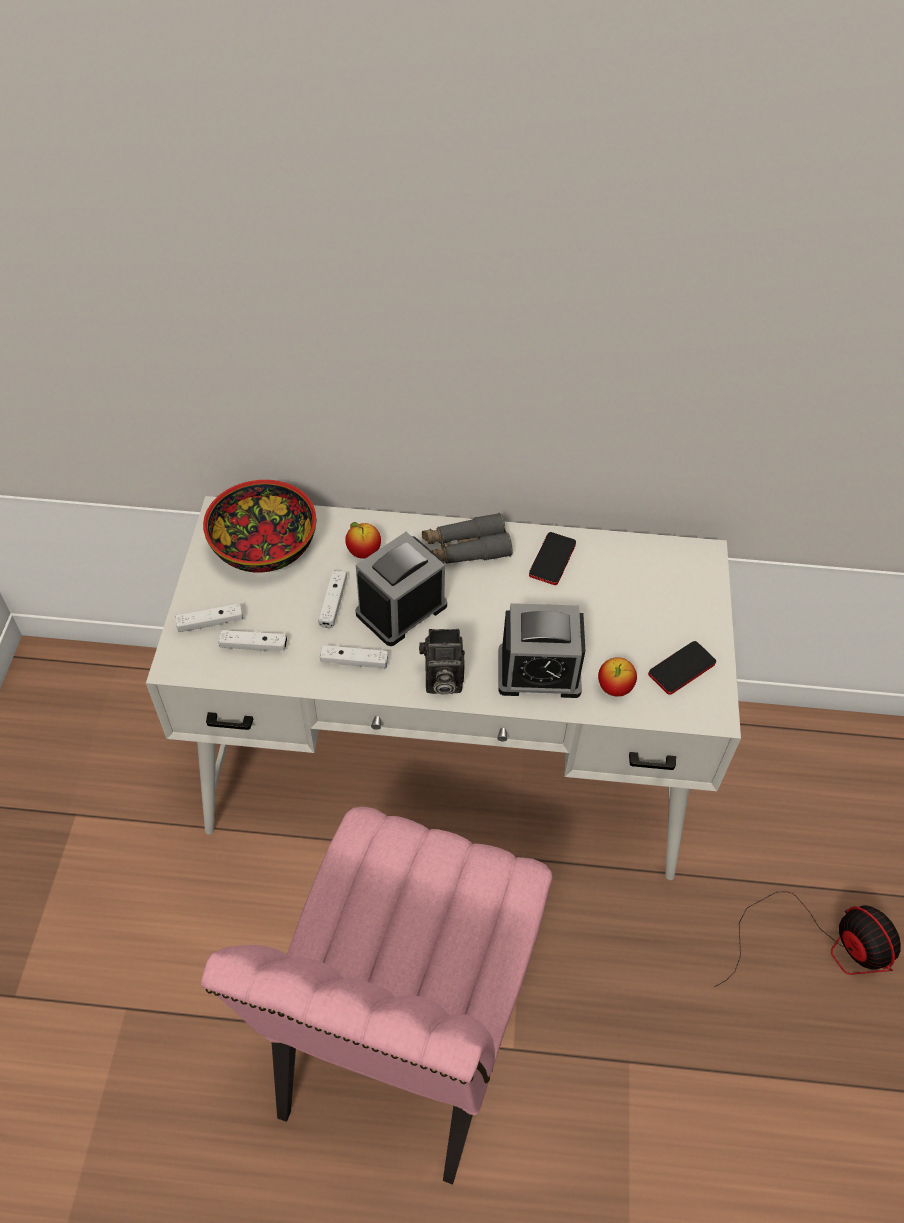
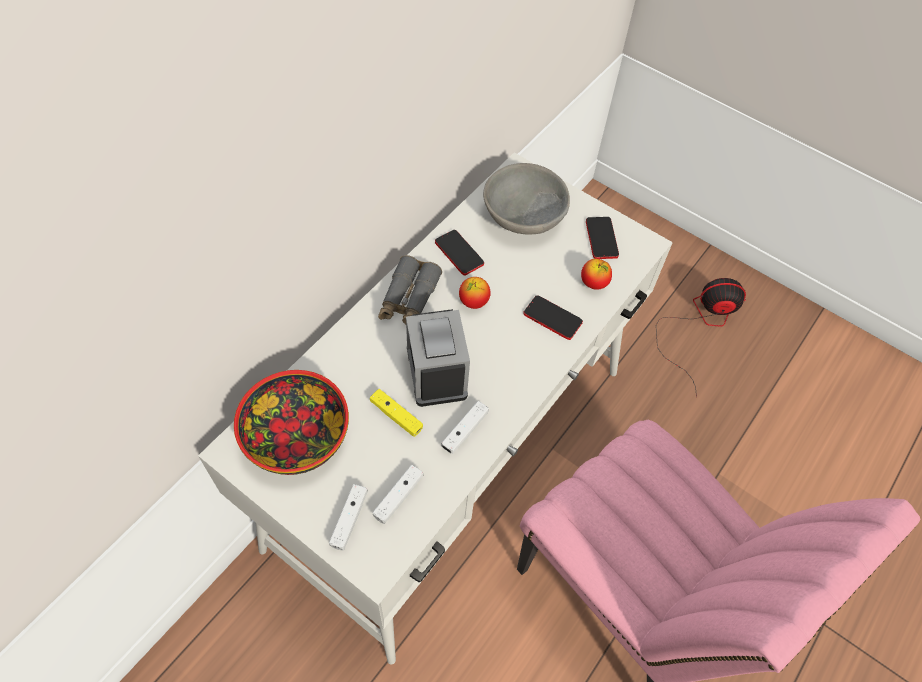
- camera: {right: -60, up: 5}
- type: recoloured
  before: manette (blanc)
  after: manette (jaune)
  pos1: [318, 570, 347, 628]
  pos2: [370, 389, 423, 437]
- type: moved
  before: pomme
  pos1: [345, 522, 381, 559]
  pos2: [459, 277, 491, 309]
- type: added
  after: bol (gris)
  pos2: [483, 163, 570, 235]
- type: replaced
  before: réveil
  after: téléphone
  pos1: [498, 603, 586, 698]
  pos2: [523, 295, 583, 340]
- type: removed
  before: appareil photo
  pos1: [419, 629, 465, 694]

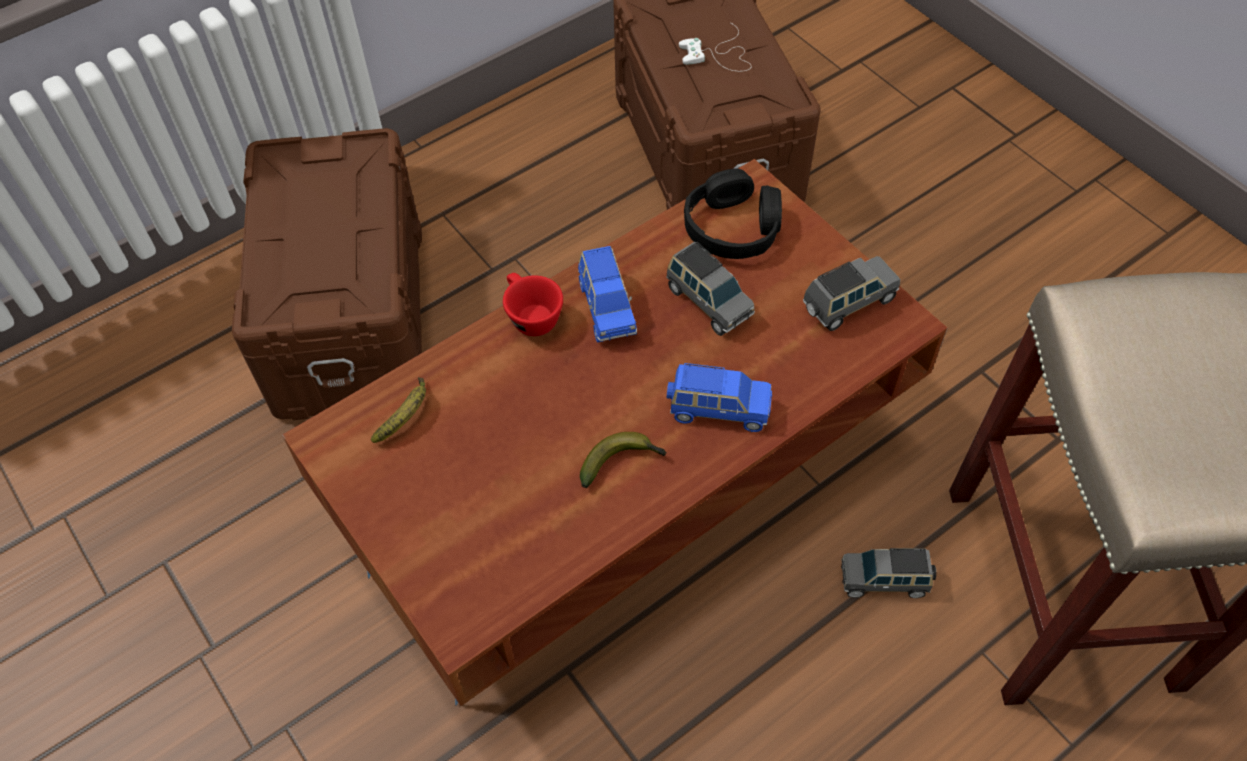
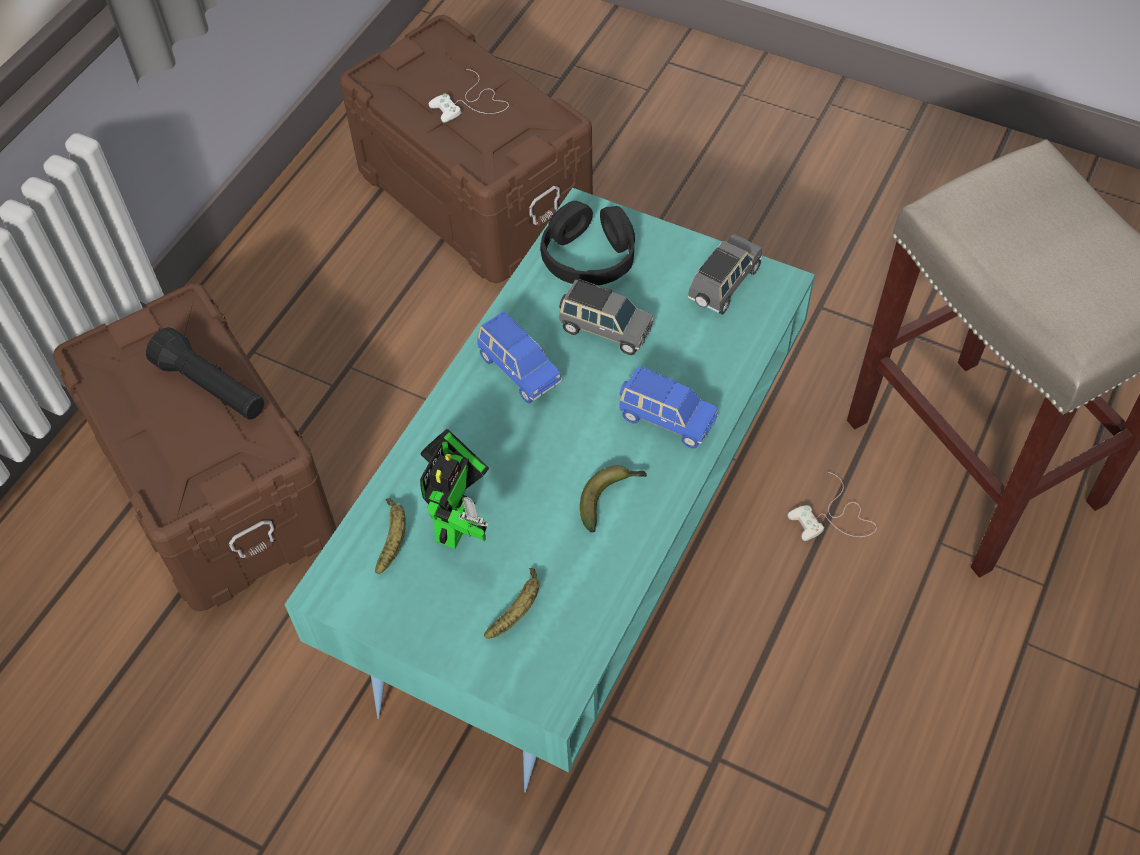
- camera: {right: -25, up: 0}
- type: added
  after: lampe de poche (noir)
  pos2: [146, 327, 264, 420]
- type: recoloured
  before: table basse (marron)
  after: table basse (turquoise)
  pos1: [282, 159, 947, 706]
  pos2: [284, 188, 815, 793]
- type: added
  after: robot jouet
  pos2: [420, 429, 489, 548]
- type: added
  after: banane
  pos2: [484, 568, 540, 639]
- type: turned
  before: petite voiture (bleu)
  pos1: [667, 363, 772, 432]
  pos2: [619, 366, 718, 448]
  turn: 45
- type: replaced
  before: petite voiture (gris)
  after: manette (blanc)
  pos1: [841, 548, 936, 598]
  pos2: [787, 472, 877, 541]
- type: removed
  before: tasse (rouge)
  pos1: [503, 273, 563, 336]

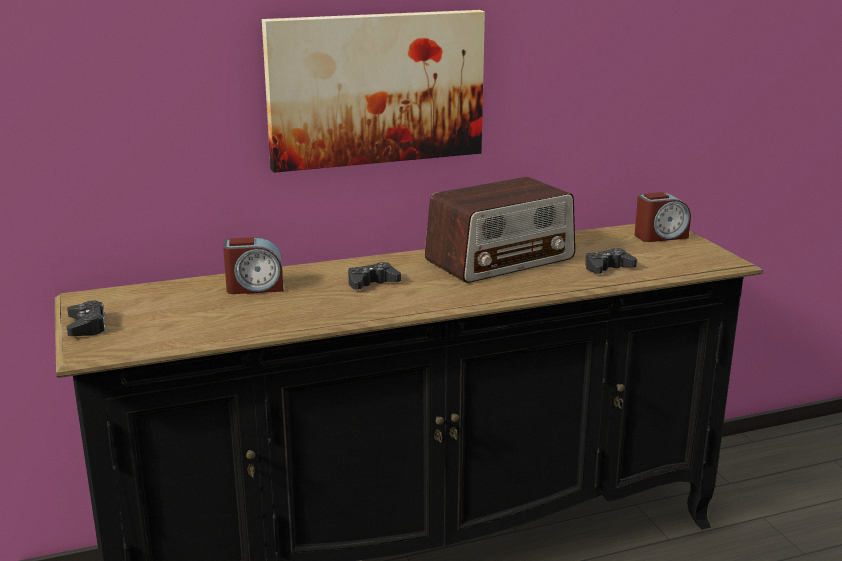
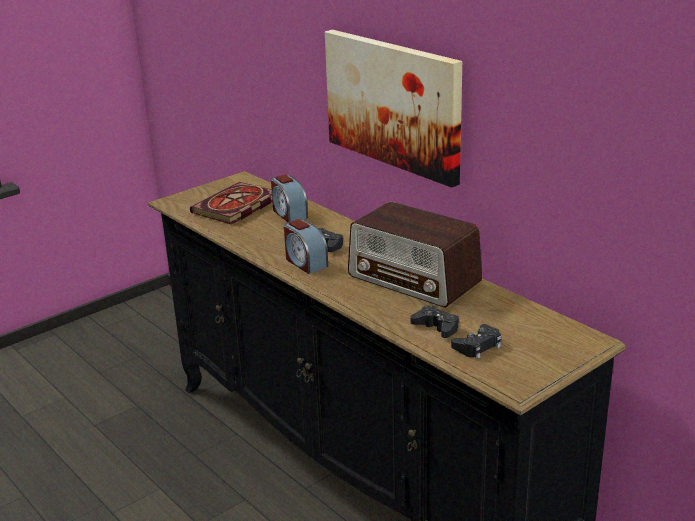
- camera: {right: 70, up: 5}
- type: added
  after: livre
  pos2: [190, 182, 272, 224]
- type: moved
  before: réveil
  pos1: [635, 192, 691, 242]
  pos2: [284, 219, 328, 274]
- type: moved
  before: manette (noir)
  pos1: [66, 301, 107, 336]
  pos2: [451, 324, 501, 359]

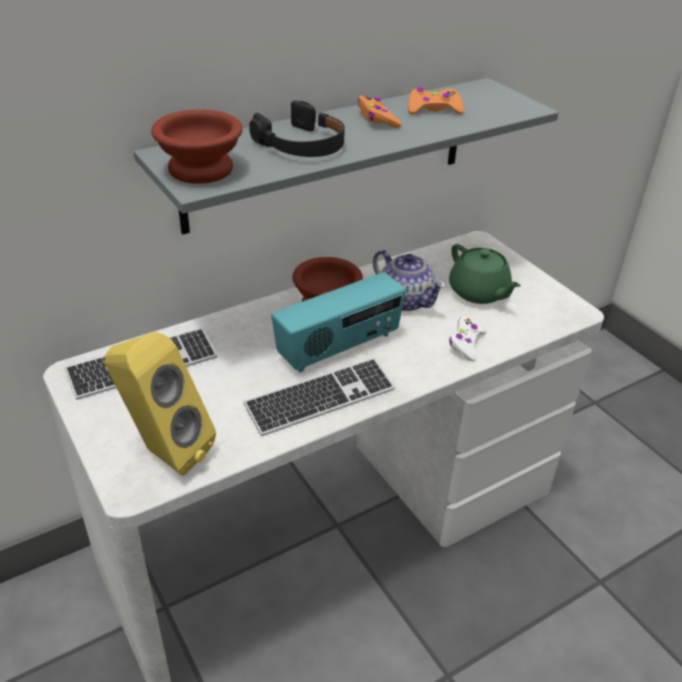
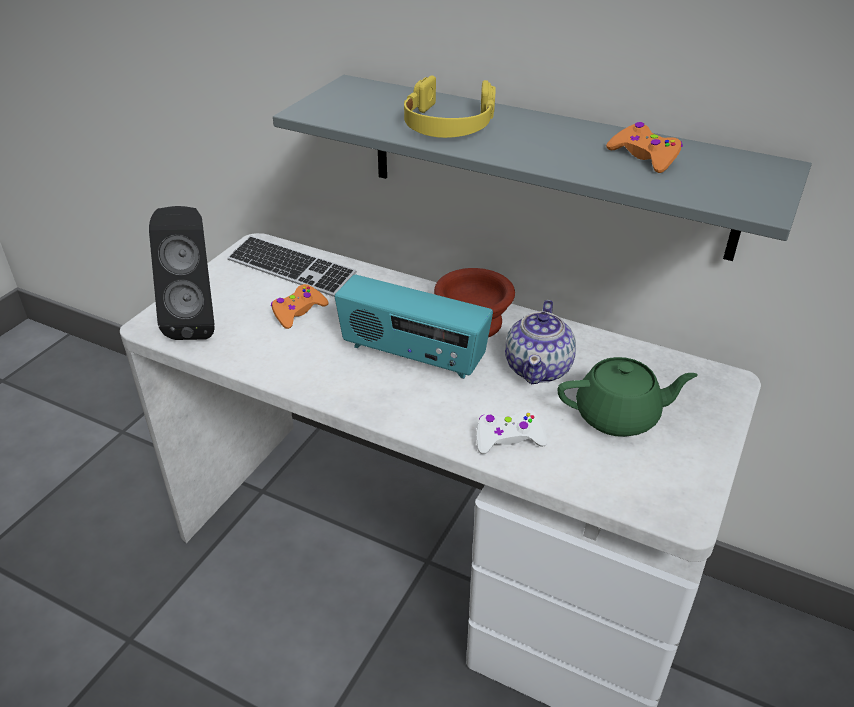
- camera: {right: 60, up: 0}
- type: recoloured
  before: enceinte (jaune)
  after: enceinte (noir)
  pos1: [105, 332, 216, 476]
  pos2: [149, 206, 215, 340]
- type: moved
  before: manette (orange)
  pos1: [358, 96, 401, 128]
  pos2: [271, 284, 328, 329]
- type: recoloured
  before: casque audio (noir)
  after: casque audio (jaune)
  pos1: [249, 101, 345, 157]
  pos2: [404, 76, 496, 138]
- type: turned
  before: théière (vert)
  pos1: [449, 244, 521, 304]
  pos2: [558, 357, 698, 437]
  turn: -120
- type: removed
  before: bol (marron)
  pos1: [151, 109, 243, 184]
- type: removed
  before: clavier
  pos1: [243, 358, 395, 436]

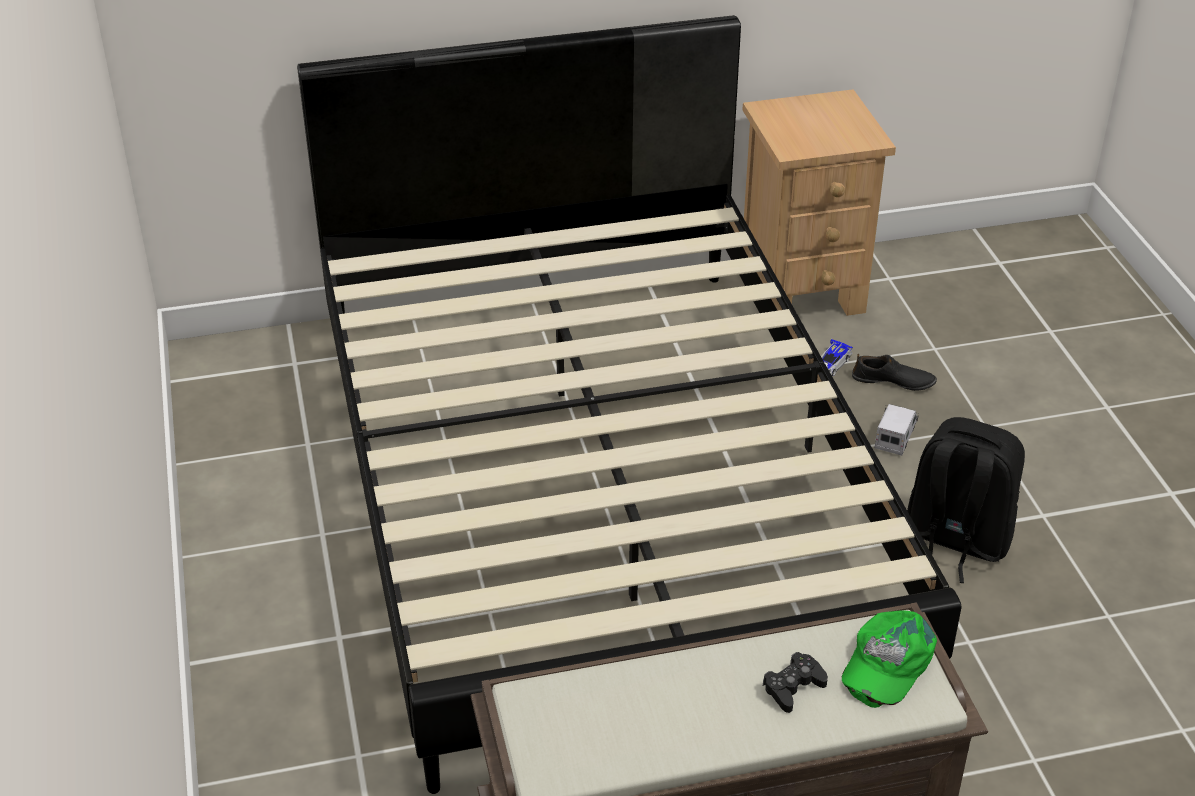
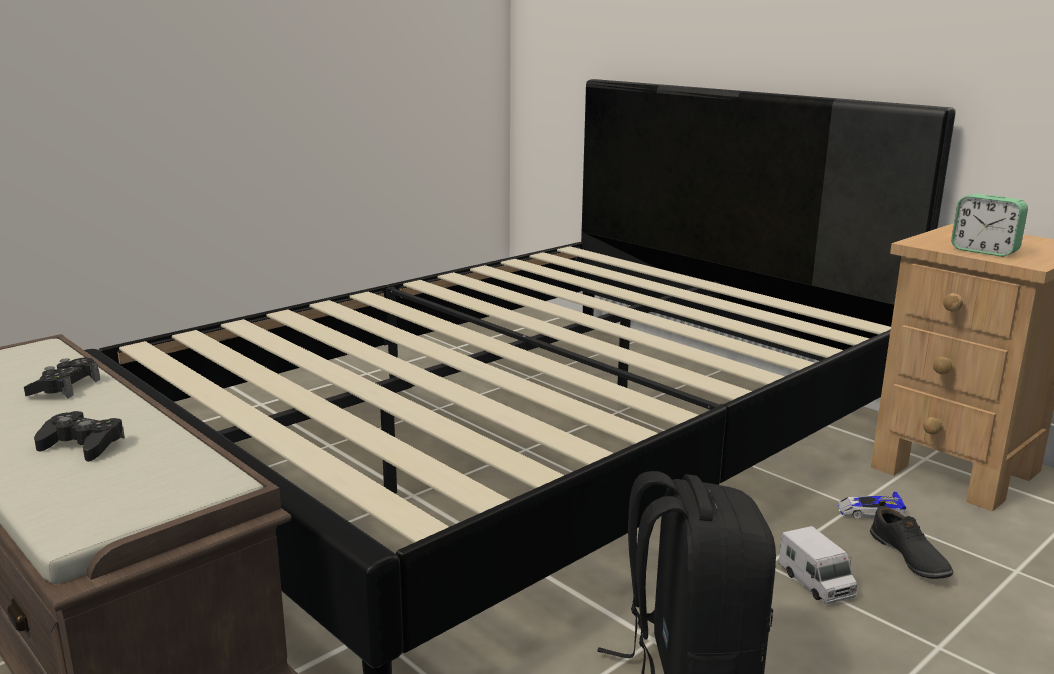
- camera: {right: 60, up: -20}
- type: added
  after: manette (noir)
  pos2: [24, 358, 100, 398]
- type: turned
  before: camion jouet
  pos1: [874, 404, 919, 456]
  pos2: [778, 526, 857, 604]
  turn: 75
- type: added
  after: réveil
  pos2: [951, 194, 1028, 257]
- type: removed
  before: casquette (vert)
  pos1: [842, 610, 937, 708]

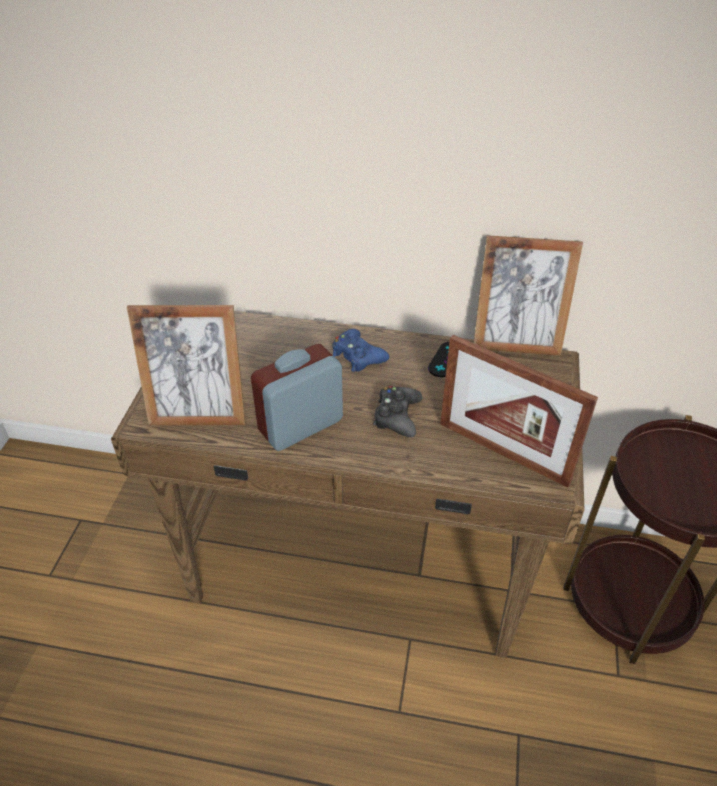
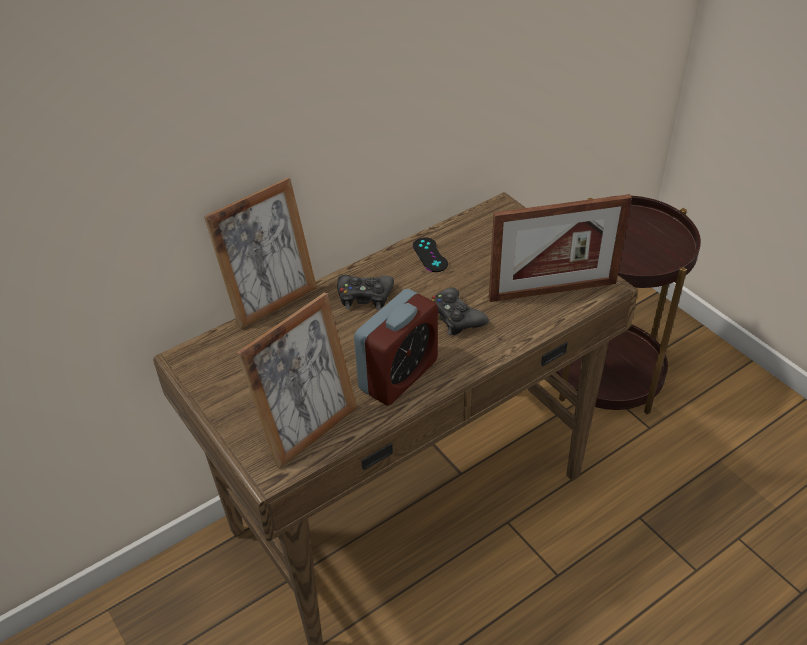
- camera: {right: -45, up: 0}
- type: moved
  before: cadre photo
  pos1: [474, 235, 583, 356]
  pos2: [204, 177, 317, 329]
- type: recoloured
  before: manette (bleu)
  after: manette (noir)
  pos1: [332, 329, 389, 372]
  pos2: [337, 275, 394, 310]
- type: turned
  before: réveil
  pos1: [251, 344, 343, 451]
  pos2: [354, 289, 438, 406]
  turn: -150

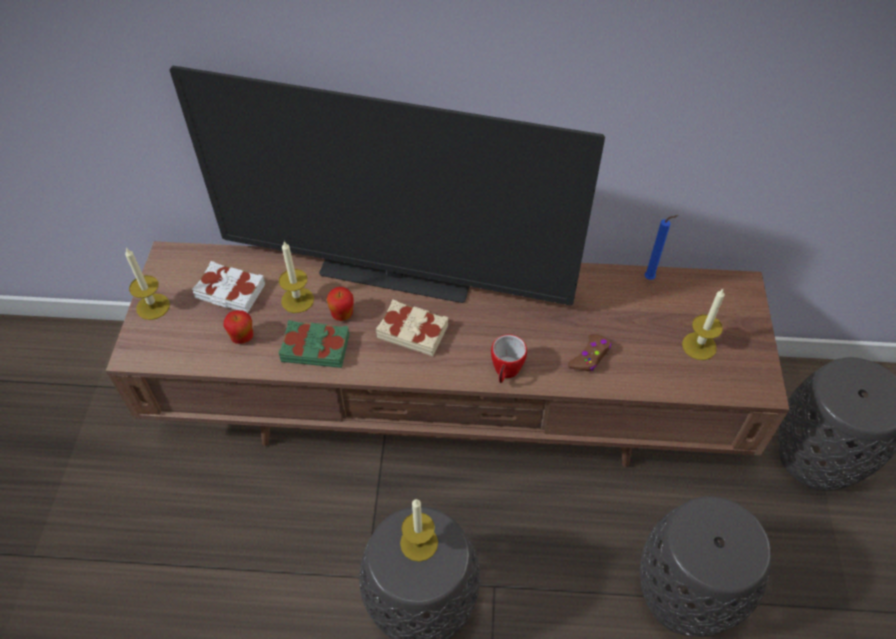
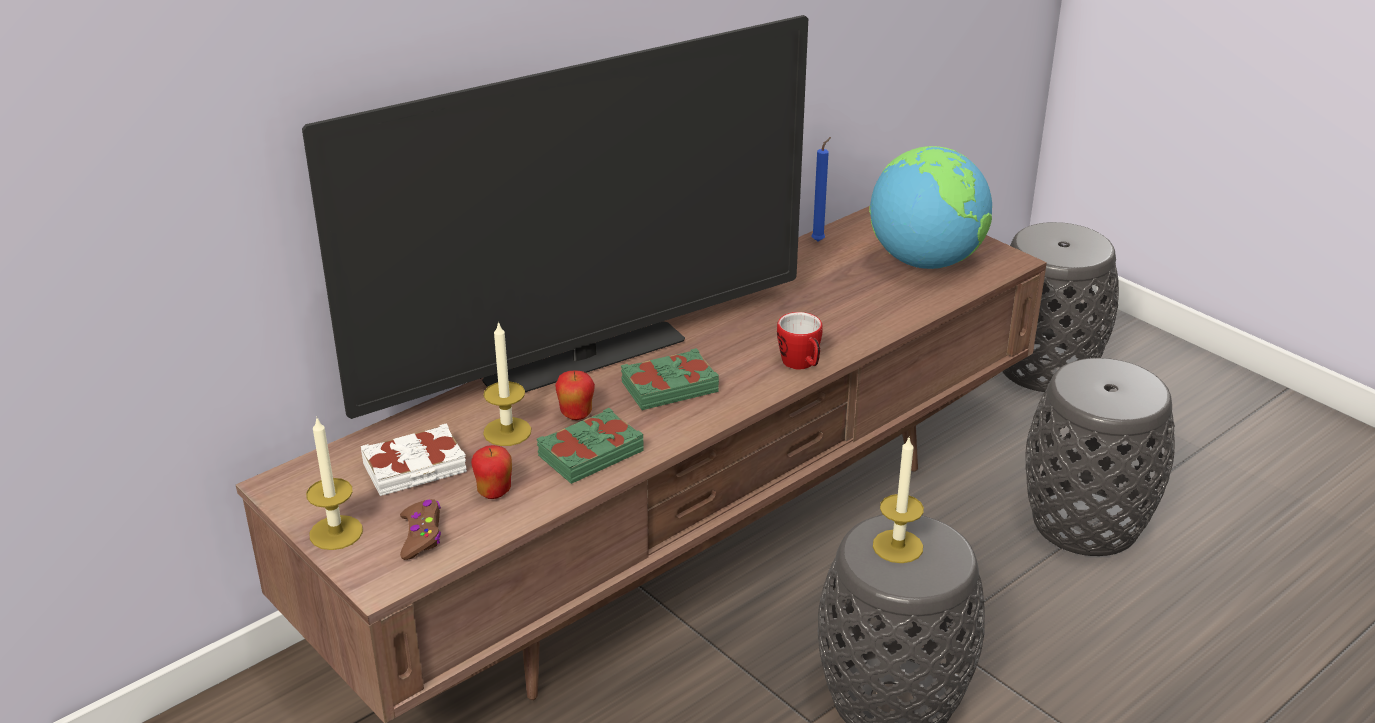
- camera: {right: -45, up: -20}
- type: moved
  before: manette (marron)
  pos1: [568, 334, 611, 371]
  pos2: [400, 499, 441, 560]
- type: recoloured
  before: livre (beige)
  after: livre (vert)
  pos1: [376, 299, 448, 356]
  pos2: [621, 348, 719, 410]
- type: replaced
  before: bougie
  after: globe
  pos1: [682, 289, 725, 360]
  pos2: [869, 146, 992, 269]

